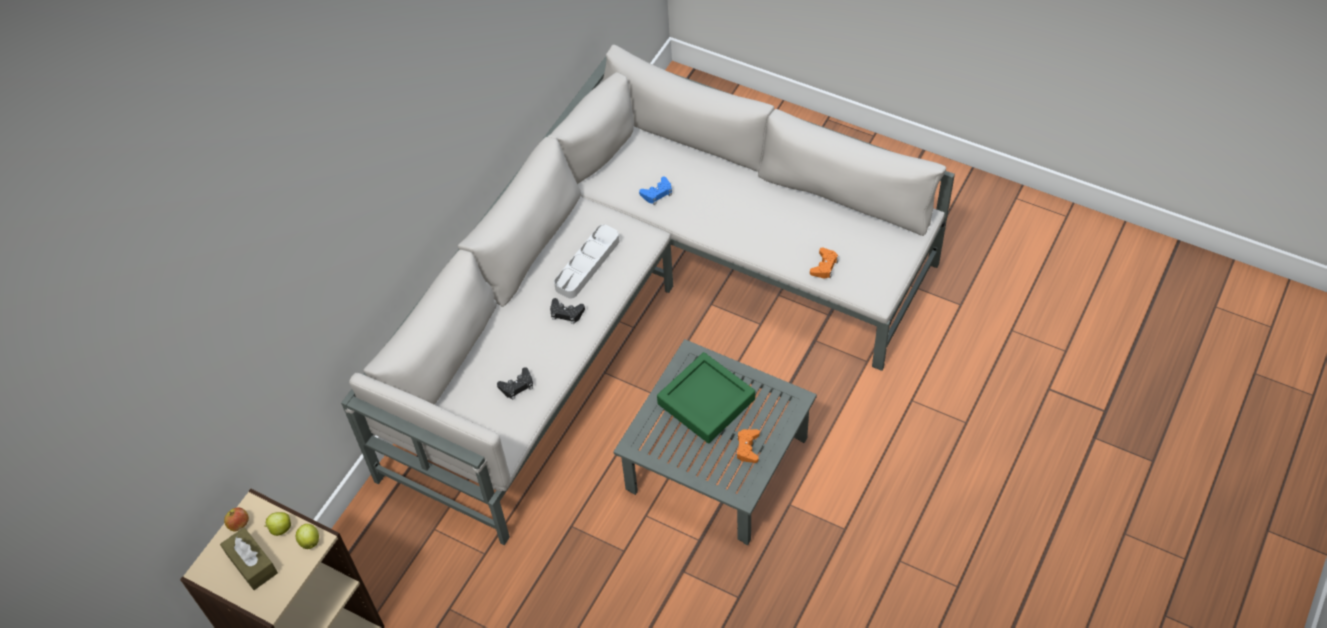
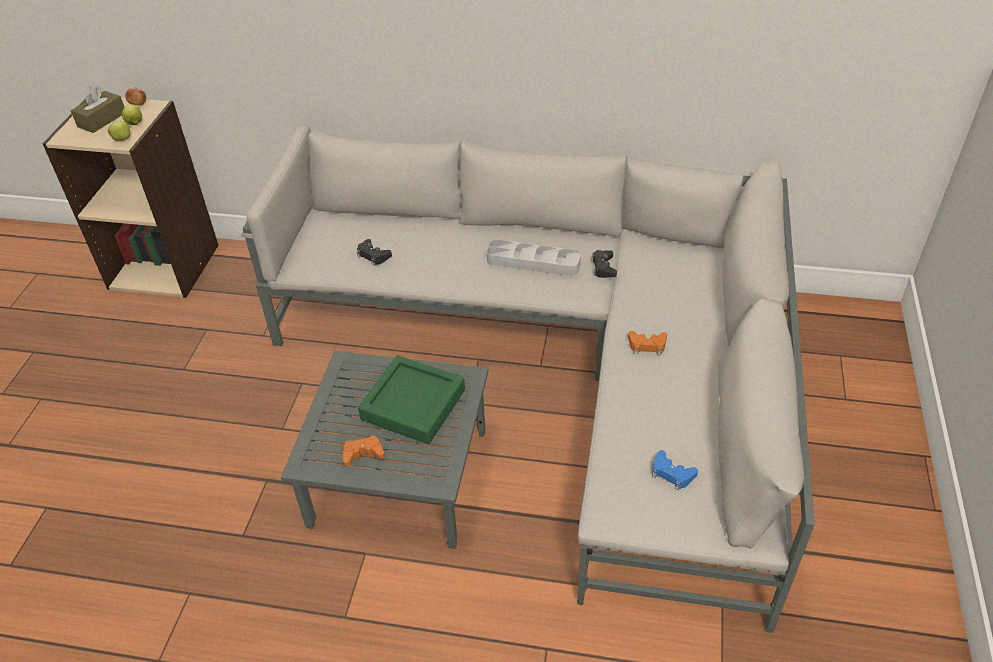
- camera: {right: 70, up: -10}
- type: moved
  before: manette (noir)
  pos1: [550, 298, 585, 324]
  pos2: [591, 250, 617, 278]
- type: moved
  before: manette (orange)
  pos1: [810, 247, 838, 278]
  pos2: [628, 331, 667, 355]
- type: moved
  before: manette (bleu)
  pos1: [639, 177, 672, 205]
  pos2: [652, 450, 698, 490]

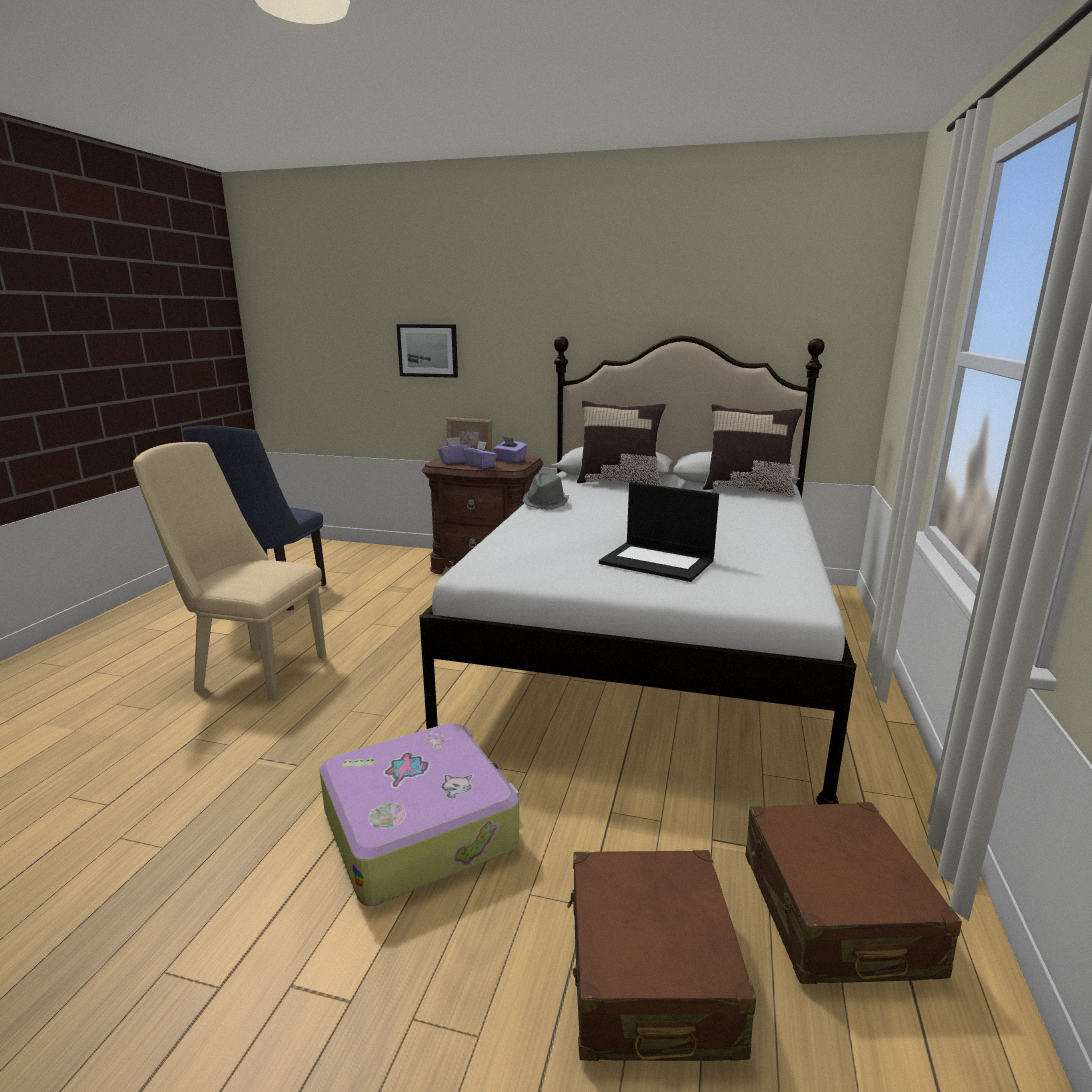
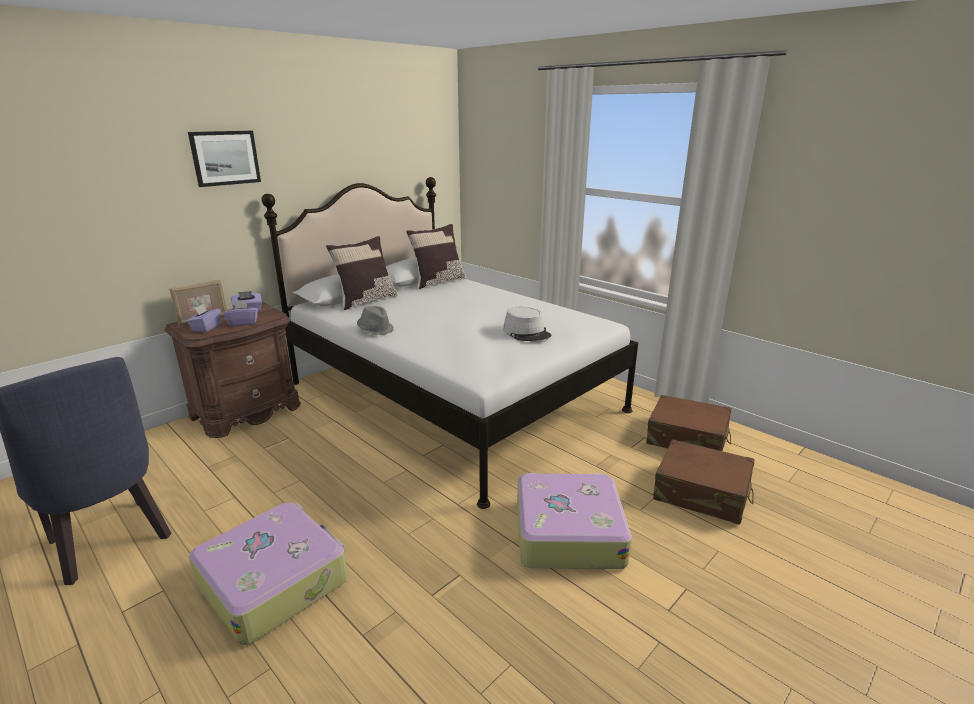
- camera: {right: -60, up: 5}
- type: moved
  before: tableau
  pos1: [396, 324, 458, 378]
  pos2: [188, 131, 261, 187]
- type: replaced
  before: chaise (beige)
  after: valise
  pos1: [133, 442, 326, 700]
  pos2: [189, 502, 347, 645]
- type: replaced
  before: ordinateur portable
  after: chapeau (gris)
  pos1: [599, 482, 719, 582]
  pos2: [503, 307, 551, 341]

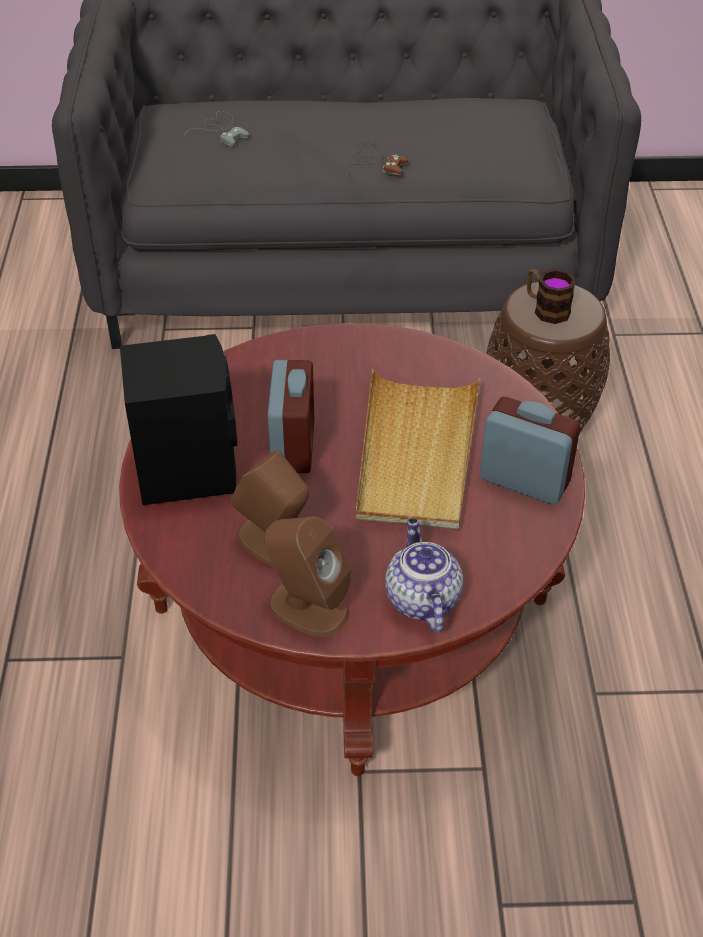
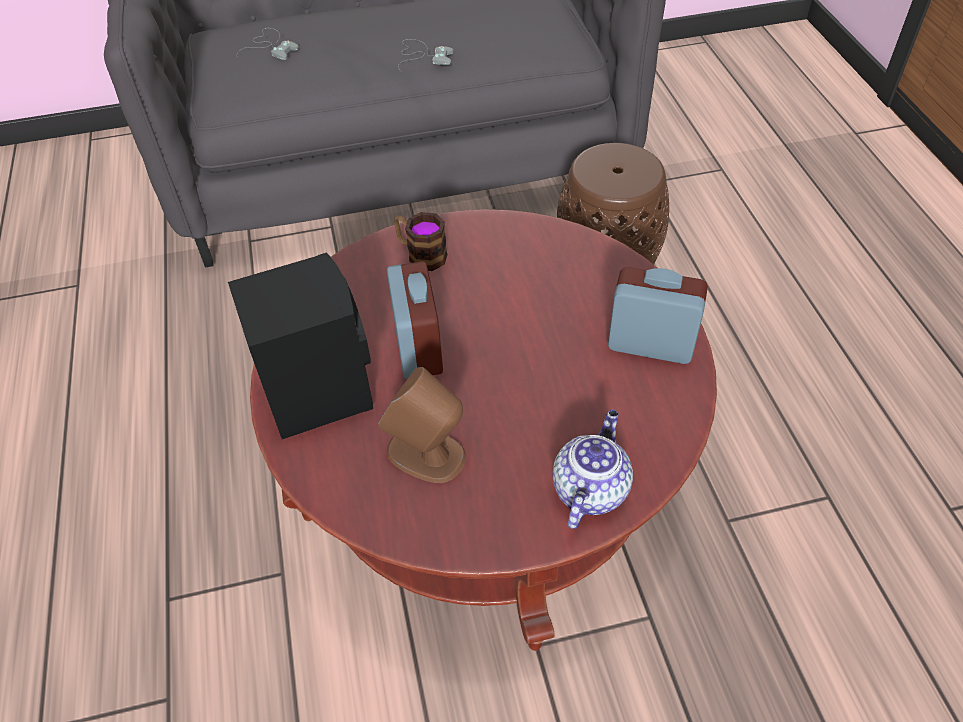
- camera: {right: -10, up: 5}
- type: moved
  before: mug
  pos1: [527, 269, 576, 324]
  pos2: [394, 212, 447, 271]
- type: recoloured
  before: manette (marron)
  after: manette (gris)
  pos1: [345, 143, 408, 175]
  pos2: [398, 39, 454, 72]
- type: turned
  before: théière
  pos1: [385, 518, 463, 632]
  pos2: [552, 410, 633, 529]
  turn: 45
- type: removed
  before: enceinte (marron)
  pos1: [264, 516, 351, 637]
- type: removed
  before: plateau (beige)
  pos1: [356, 369, 480, 530]

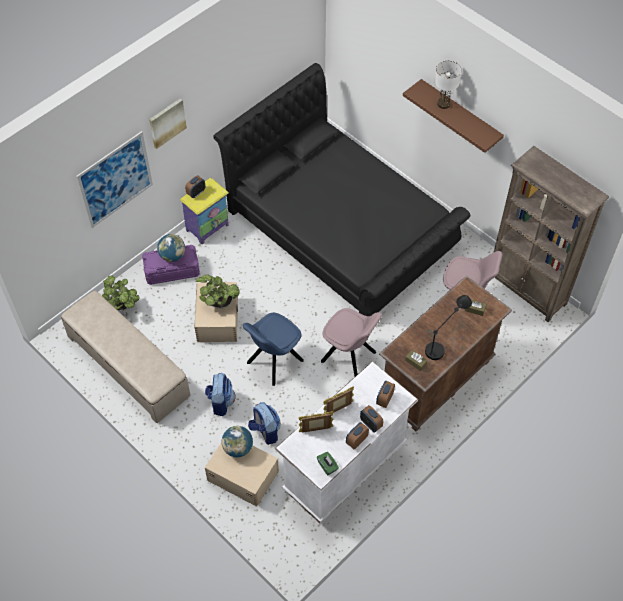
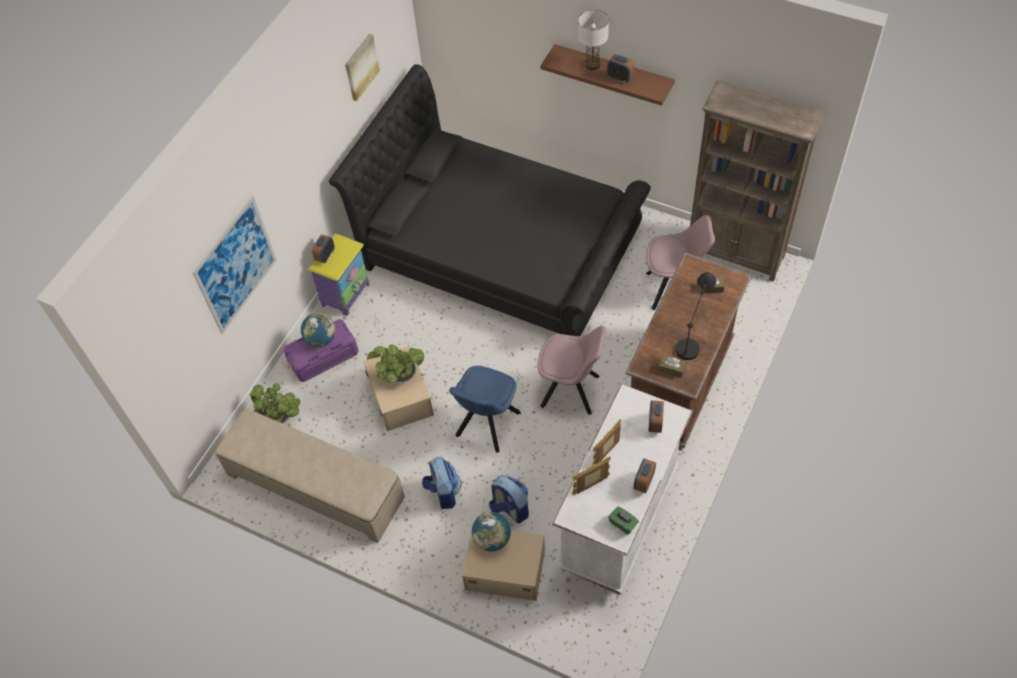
- camera: {right: -15, up: 0}
- type: moved
  before: tableau
  pos1: [149, 98, 187, 149]
  pos2: [345, 34, 380, 101]
- type: moved
  before: réveil
  pos1: [360, 405, 383, 432]
  pos2: [607, 54, 634, 83]

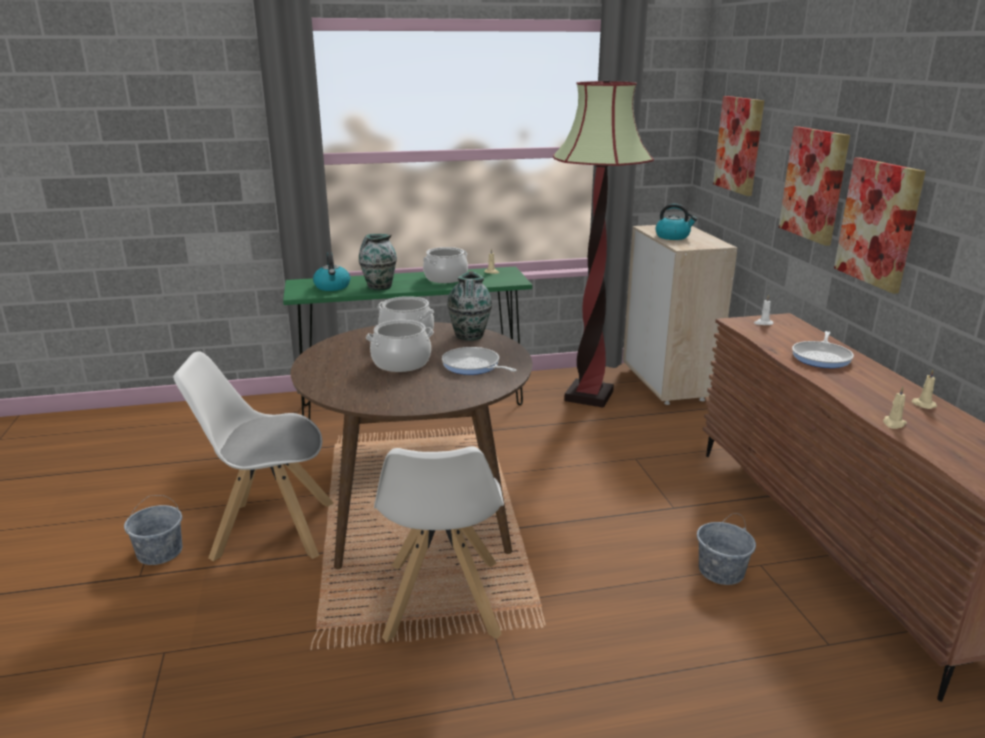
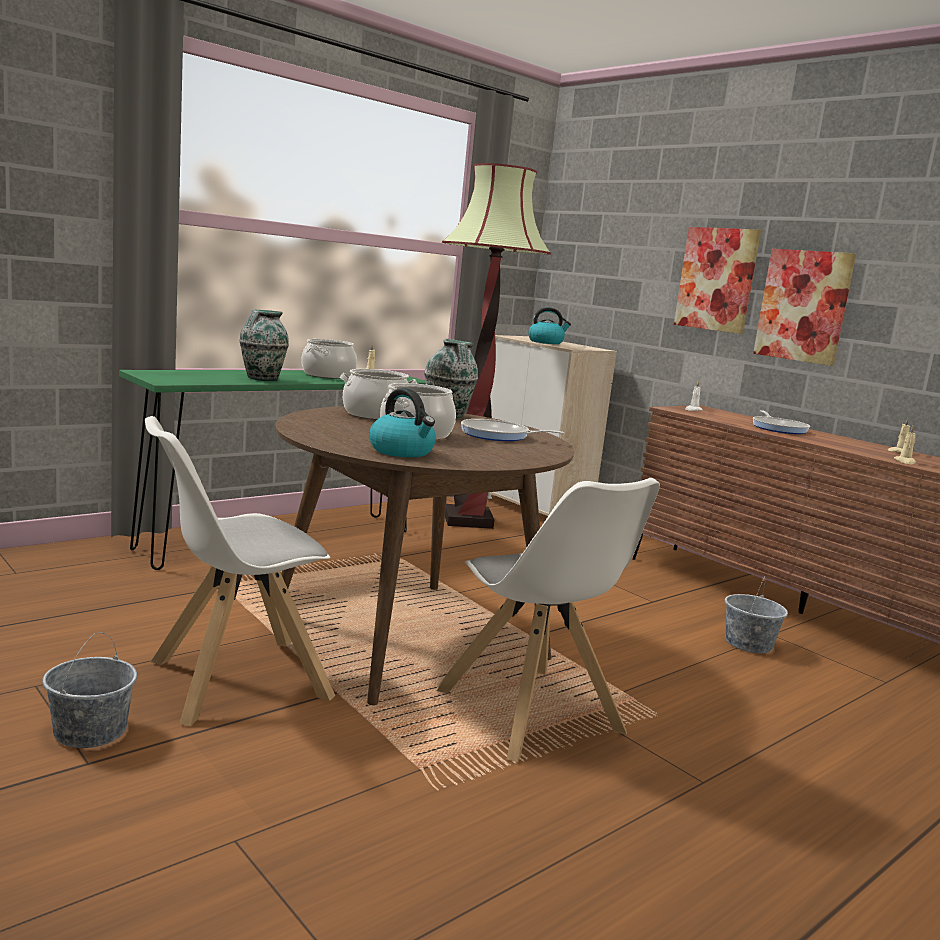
- camera: {right: -30, up: -10}
- type: moved
  before: bouilloire
  pos1: [313, 252, 350, 291]
  pos2: [369, 388, 436, 457]
- type: removed
  before: tableau
  pos1: [713, 96, 764, 196]

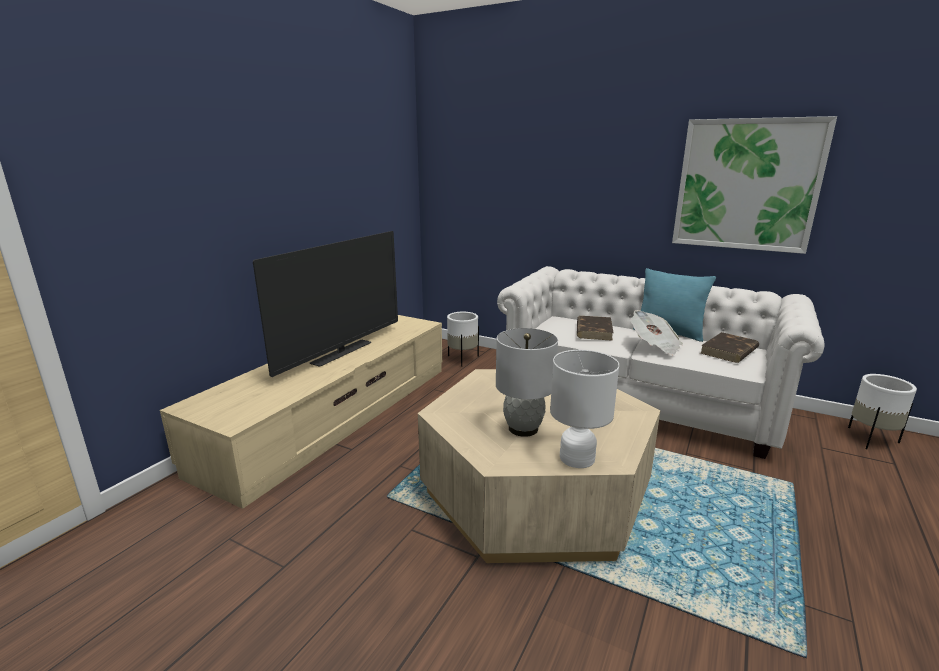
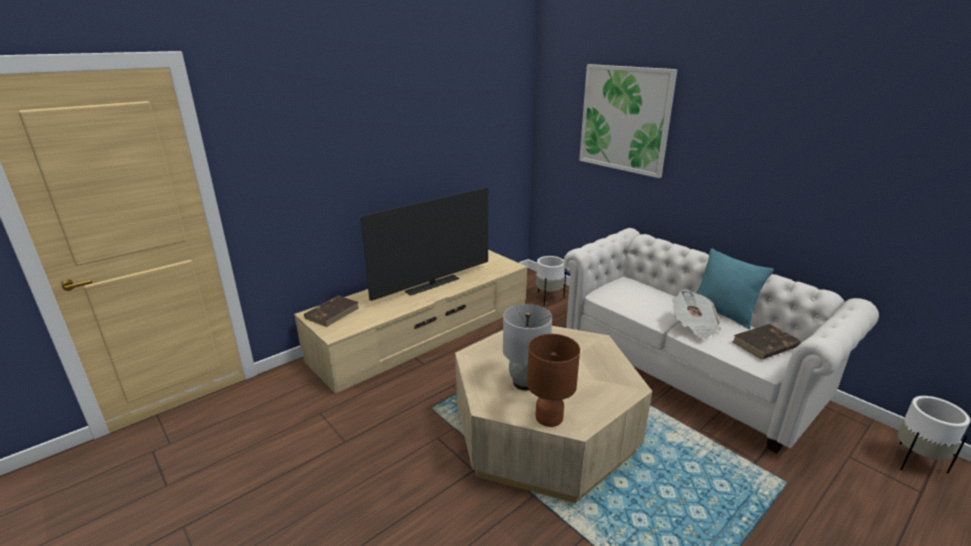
- camera: {right: 20, up: 5}
- type: moved
  before: livre (marron)
  pos1: [577, 316, 613, 341]
  pos2: [304, 295, 359, 327]
- type: recoloured
  before: lampe de table (blanc)
  after: lampe de table (marron)
  pos1: [550, 350, 619, 468]
  pos2: [527, 334, 580, 427]
- type: moved
  before: tableau
  pos1: [672, 116, 837, 254]
  pos2: [579, 64, 678, 178]

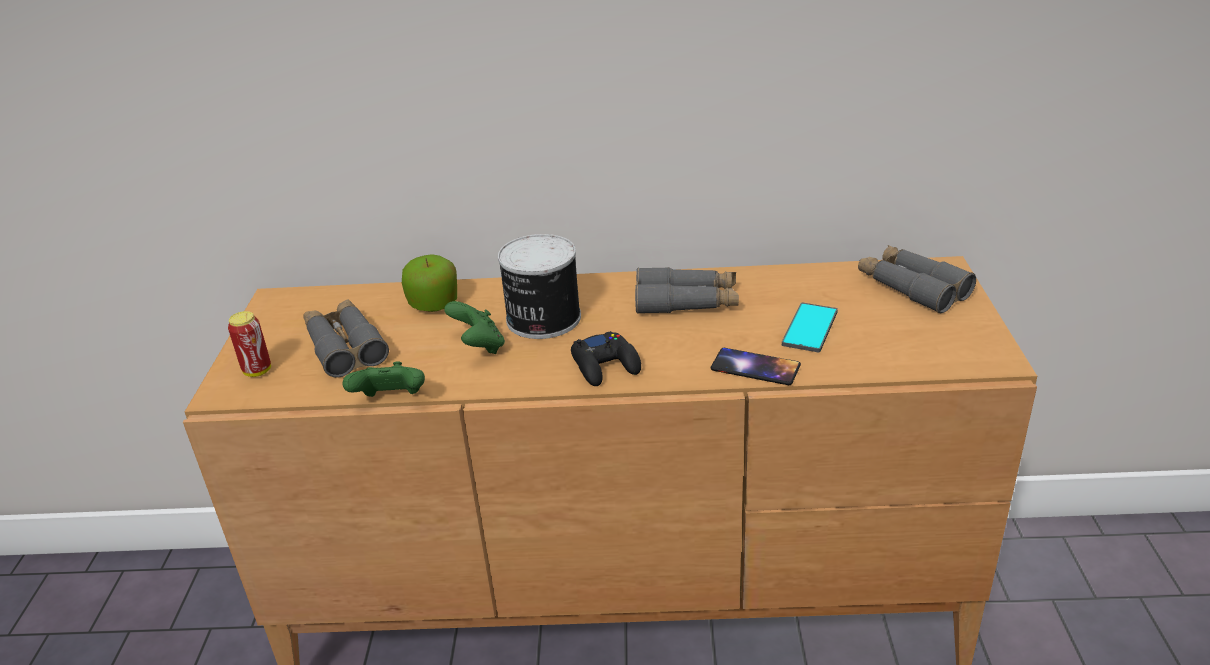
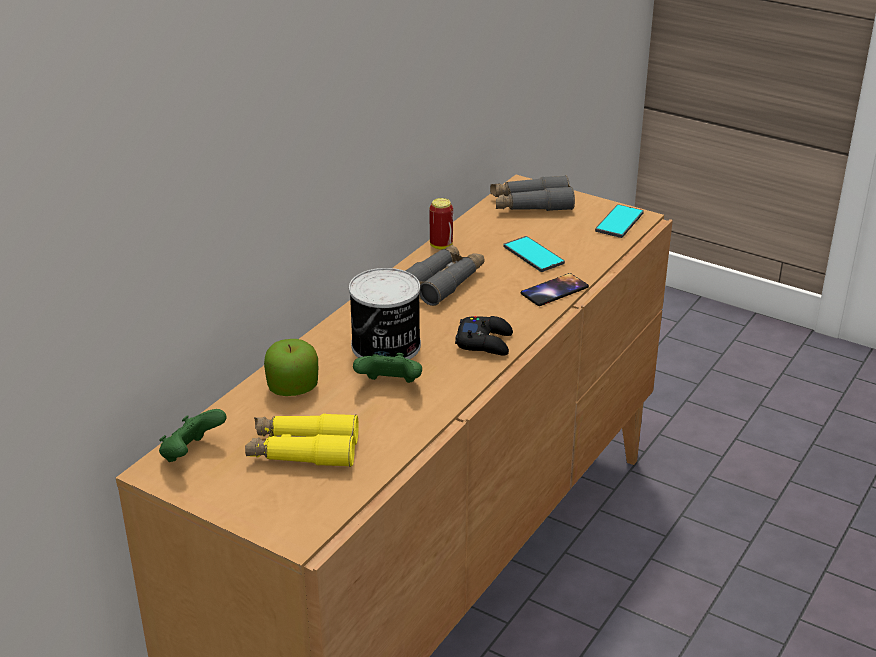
- camera: {right: -60, up: 0}
- type: moved
  before: manette (vert)
  pos1: [343, 361, 425, 397]
  pos2: [159, 409, 227, 462]
- type: recoloured
  before: jumelles (gris)
  after: jumelles (jaune)
  pos1: [303, 299, 389, 378]
  pos2: [245, 414, 359, 467]
- type: moved
  before: boîte métallique
  pos1: [228, 311, 271, 377]
  pos2: [430, 198, 453, 249]
- type: added
  after: téléphone
  pos2: [595, 204, 644, 238]

